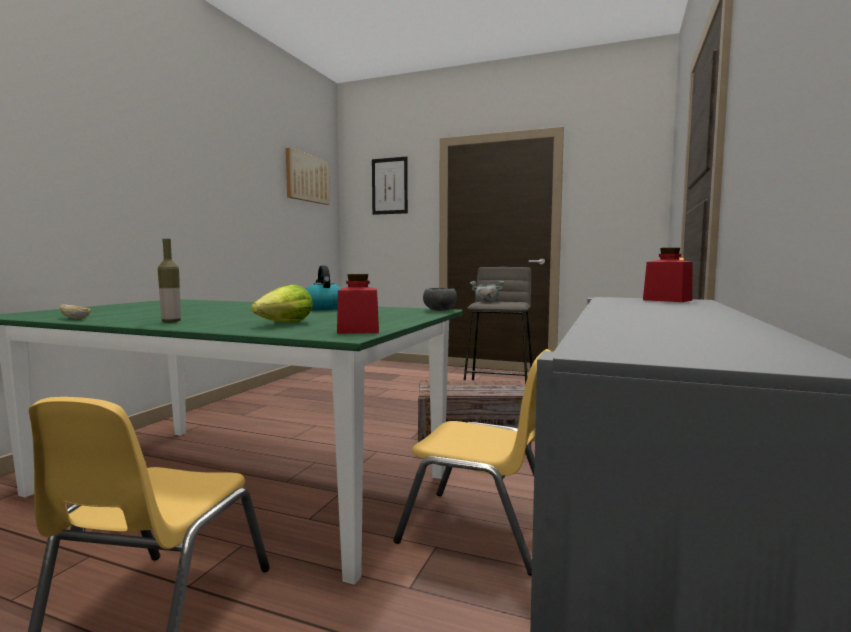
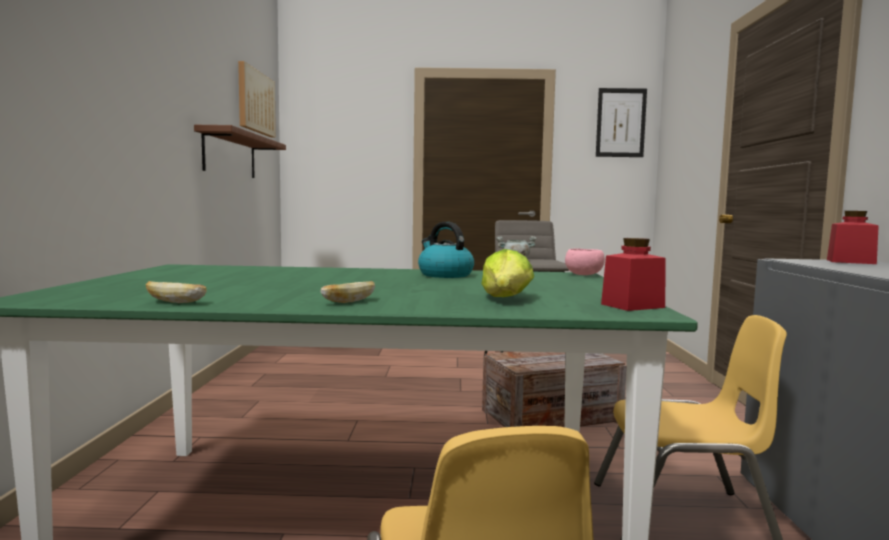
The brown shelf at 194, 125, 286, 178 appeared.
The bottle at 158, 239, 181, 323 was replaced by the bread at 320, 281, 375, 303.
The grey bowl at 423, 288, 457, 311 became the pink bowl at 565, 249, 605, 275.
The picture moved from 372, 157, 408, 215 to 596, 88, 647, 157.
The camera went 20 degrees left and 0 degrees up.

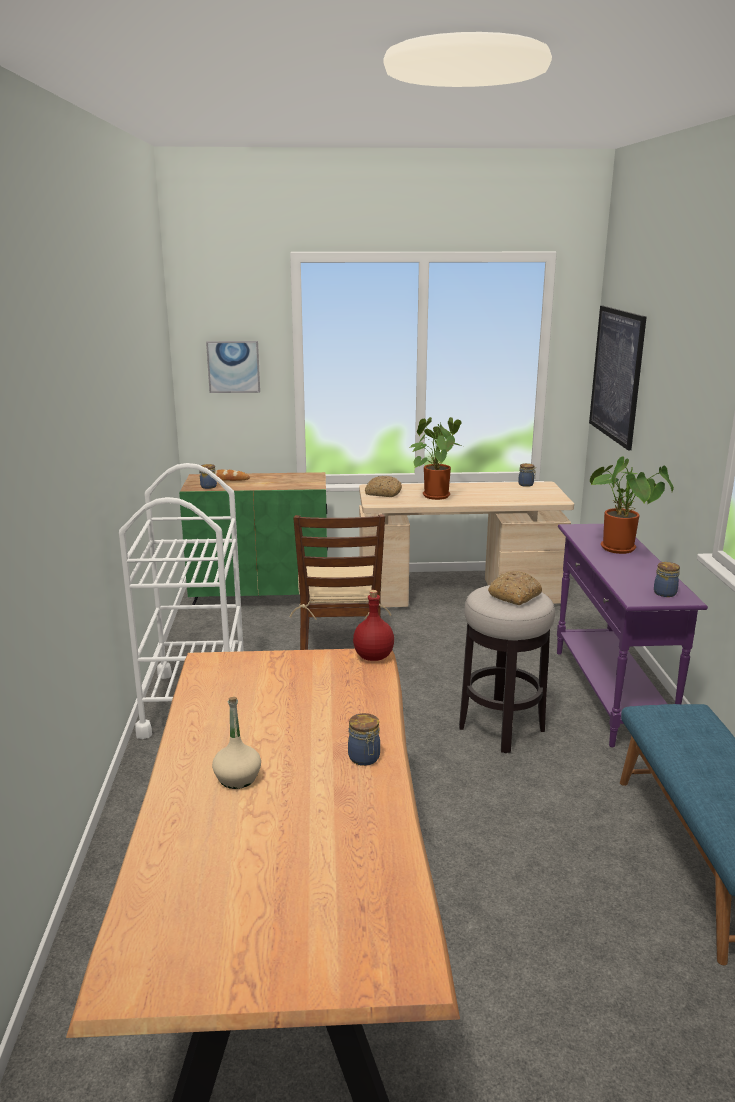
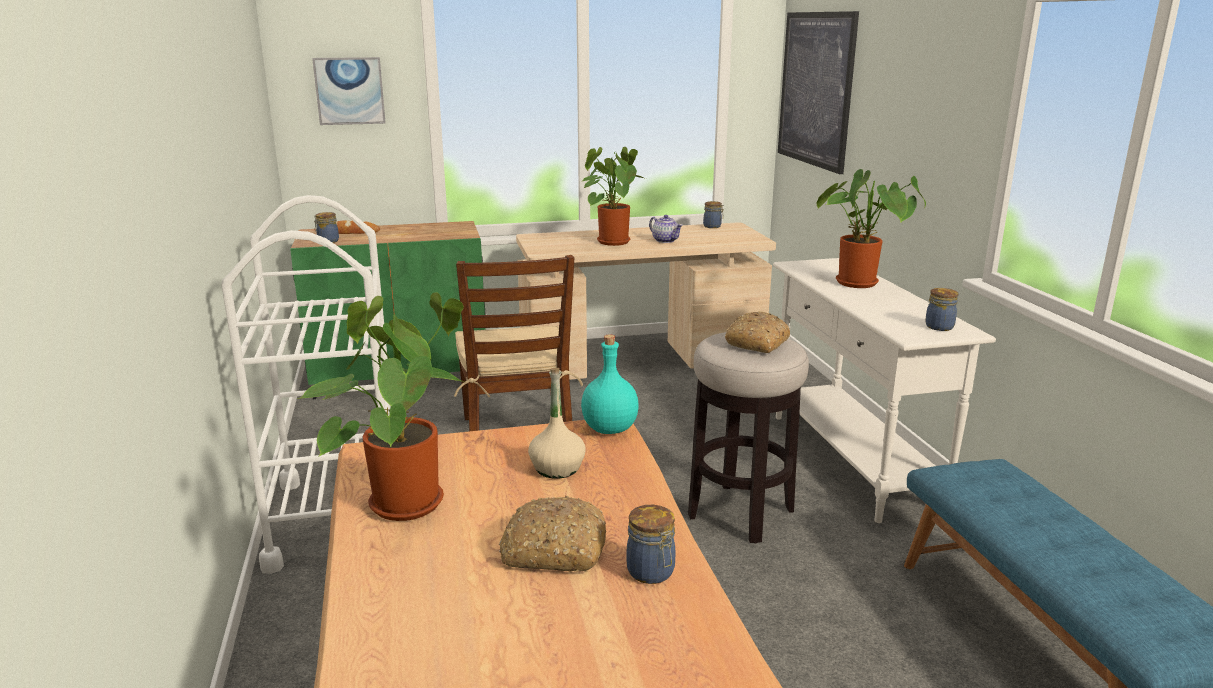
The potted plant at 297, 292, 465, 521 appeared.
The bread moved from 365, 476, 402, 497 to 499, 496, 606, 572.
The beige bottle moved from 212, 697, 261, 789 to 528, 368, 586, 479.
The red bottle at 353, 590, 394, 661 became the turquoise bottle at 581, 334, 639, 434.
The teapot at 649, 215, 683, 243 appeared.
The purple console table at 557, 524, 708, 747 became the white console table at 773, 258, 996, 523.
The camera went 10 degrees left and 0 degrees up.

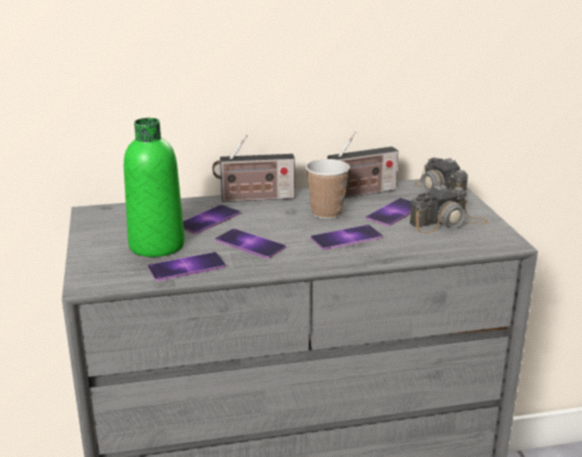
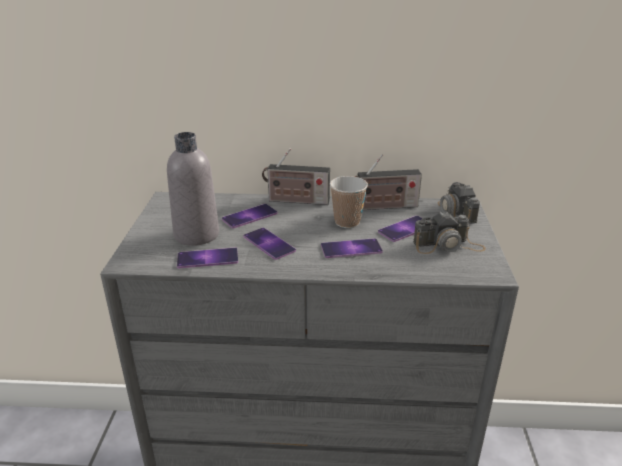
The green bottle at 124, 118, 185, 257 became the grey bottle at 167, 132, 219, 246.
The camera went 15 degrees right and 5 degrees up.

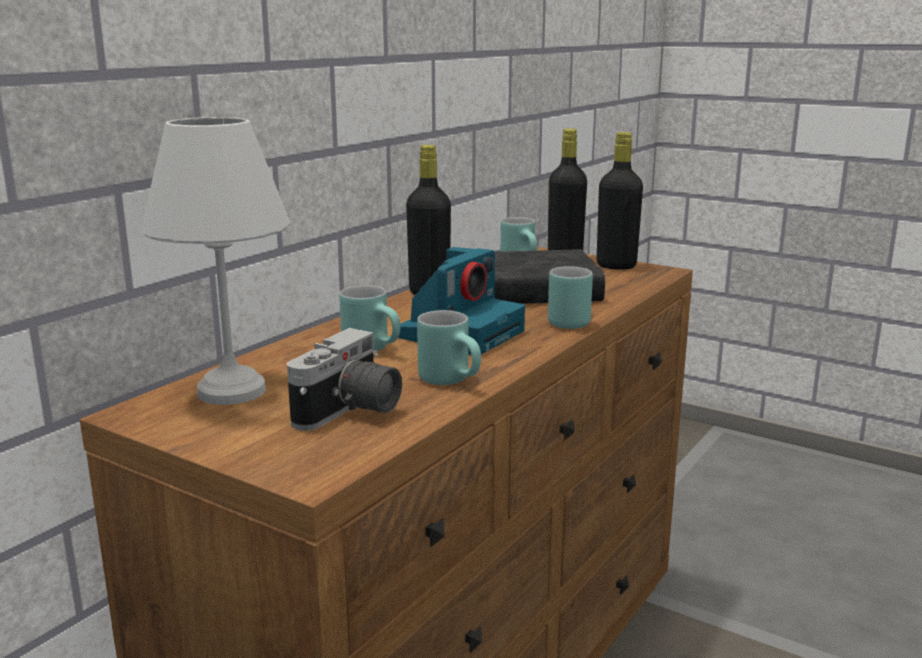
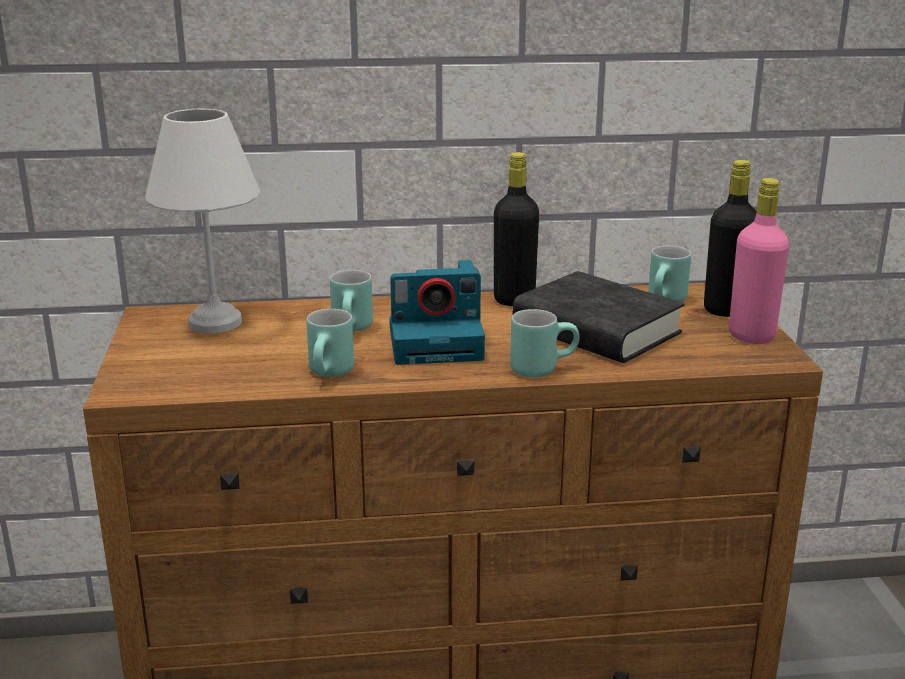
The black bottle at 597, 132, 643, 270 became the pink bottle at 729, 178, 789, 344.
The photo camera at 287, 328, 402, 431 disappeared.
The camera went 50 degrees right and 5 degrees up.

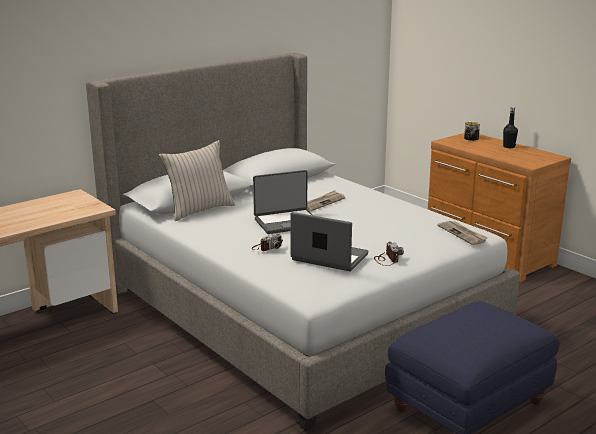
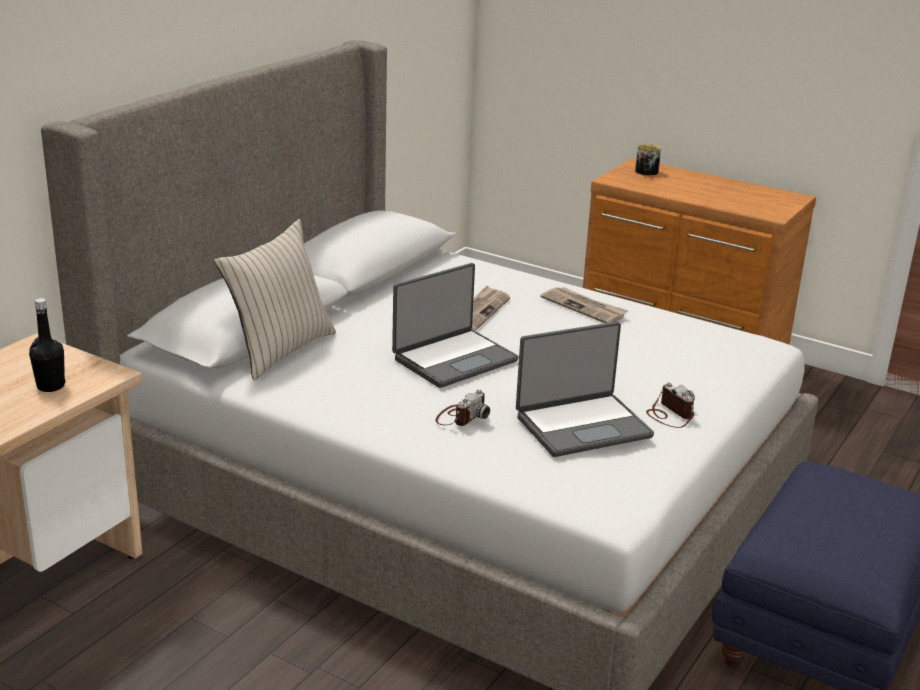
The black bottle moved from 503, 107, 518, 148 to 29, 298, 65, 392.
The laptop at 290, 212, 368, 272 turned 150 degrees clockwise.
The newspaper moved from 437, 221, 488, 245 to 540, 287, 628, 323.
The camera went 20 degrees left and 5 degrees up.

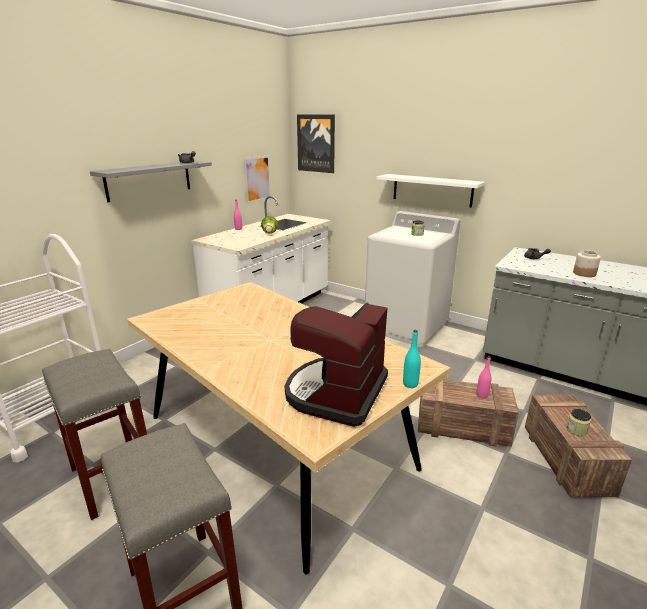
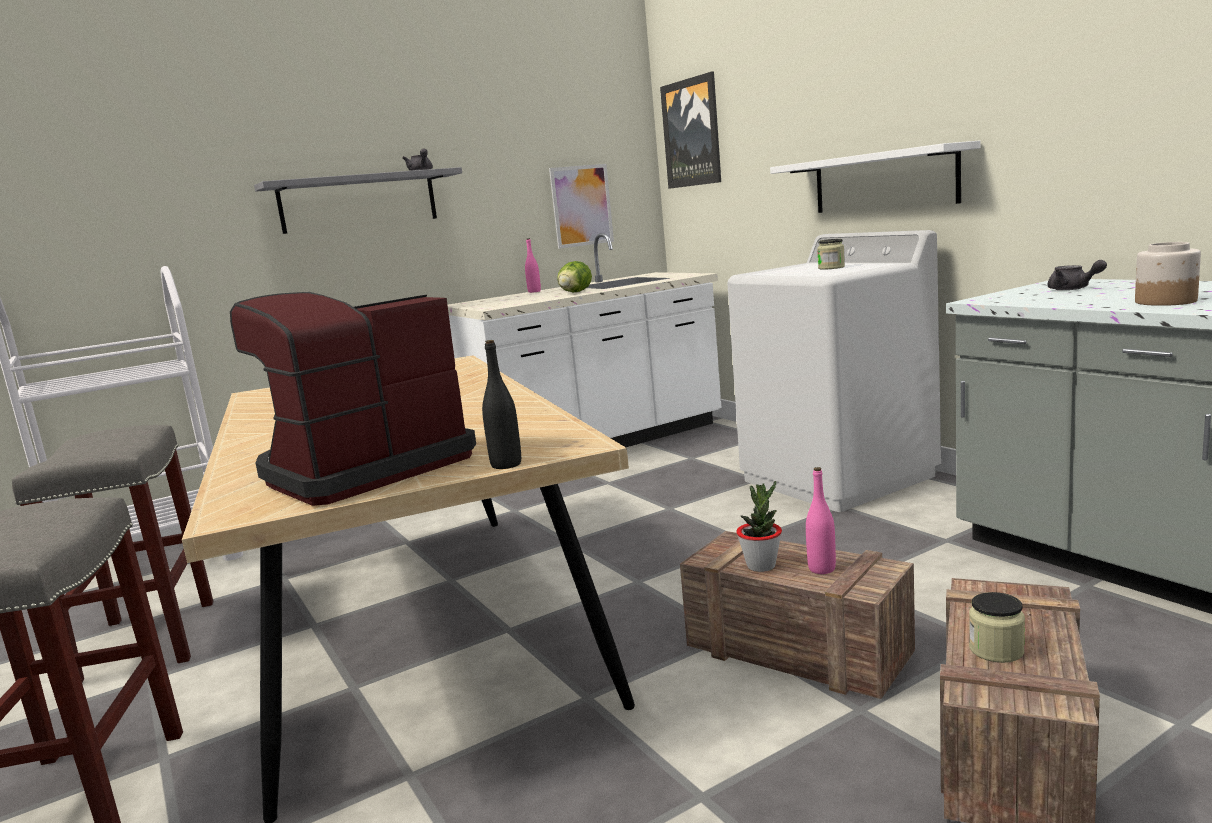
The turquoise bottle at 403, 330, 421, 388 became the black bottle at 482, 340, 521, 469.
The potted plant at 736, 481, 782, 572 appeared.
The camera went 25 degrees right and 10 degrees down.

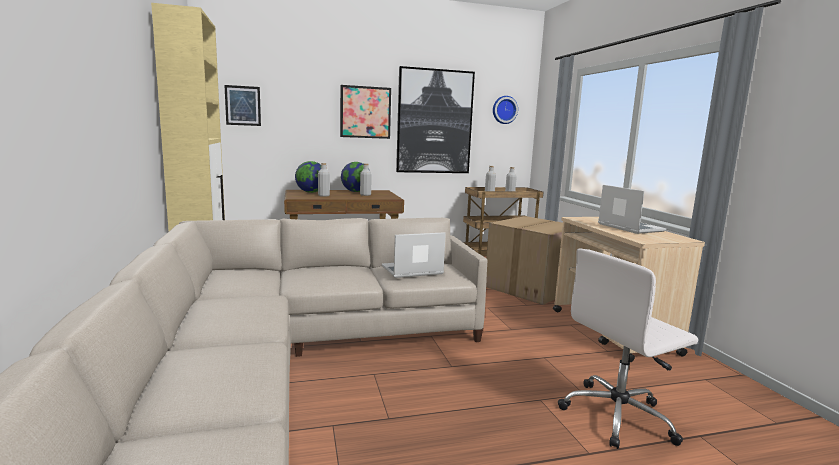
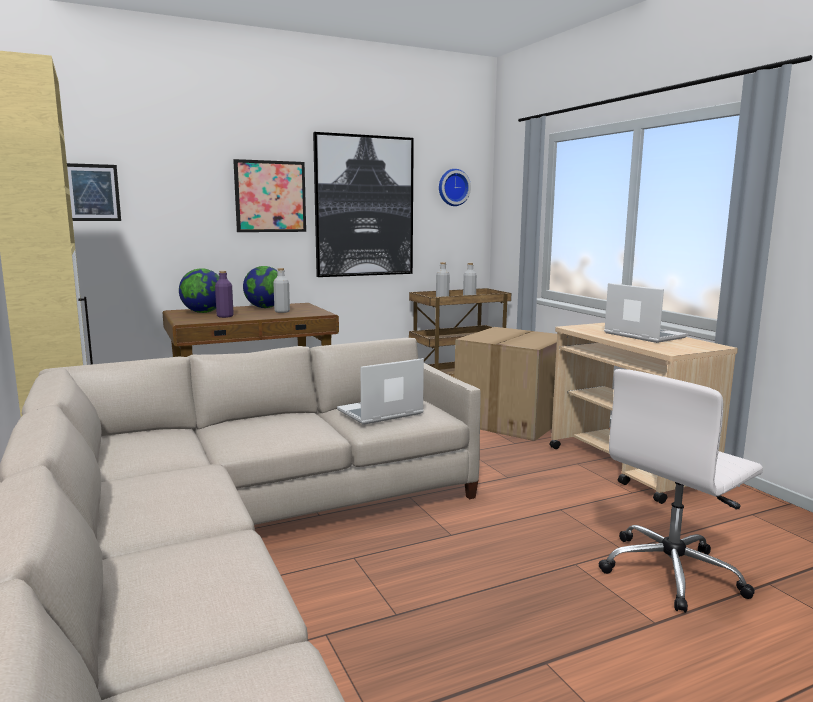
The grey bottle at 318, 163, 330, 197 became the purple bottle at 215, 271, 234, 318.
The camera went 10 degrees left and 0 degrees up.

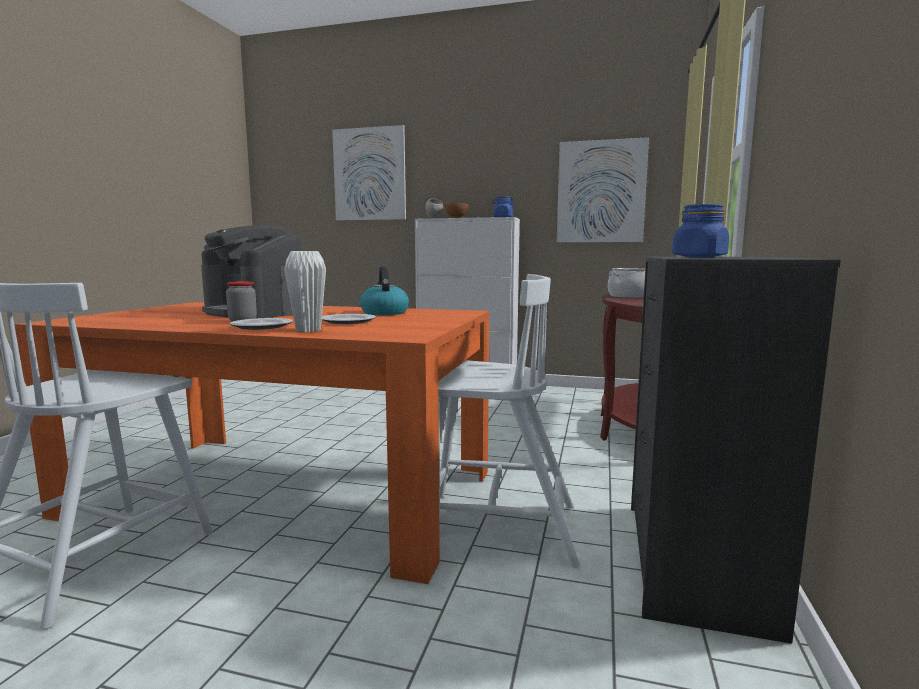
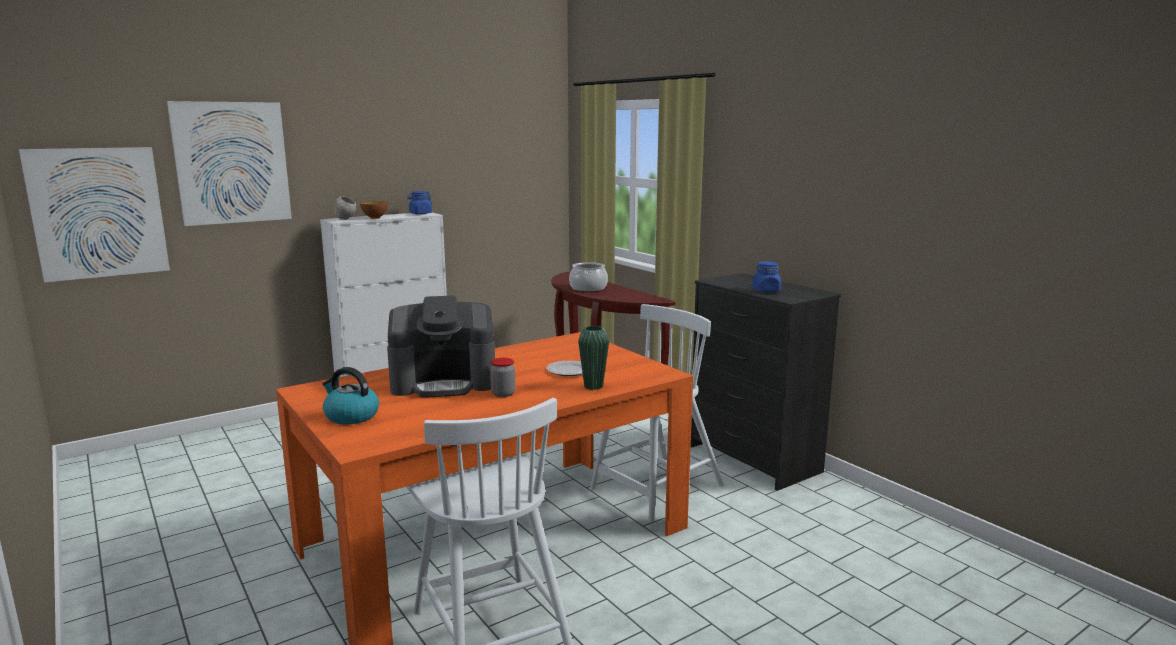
The picture moved from 557, 137, 649, 242 to 19, 147, 170, 283.
The kettle moved from 360, 266, 409, 315 to 322, 367, 379, 425.
The white vase at 284, 251, 326, 332 became the green vase at 578, 326, 609, 390.
The plate at 230, 318, 293, 330 disappeared.
The camera went 50 degrees left and 5 degrees up.

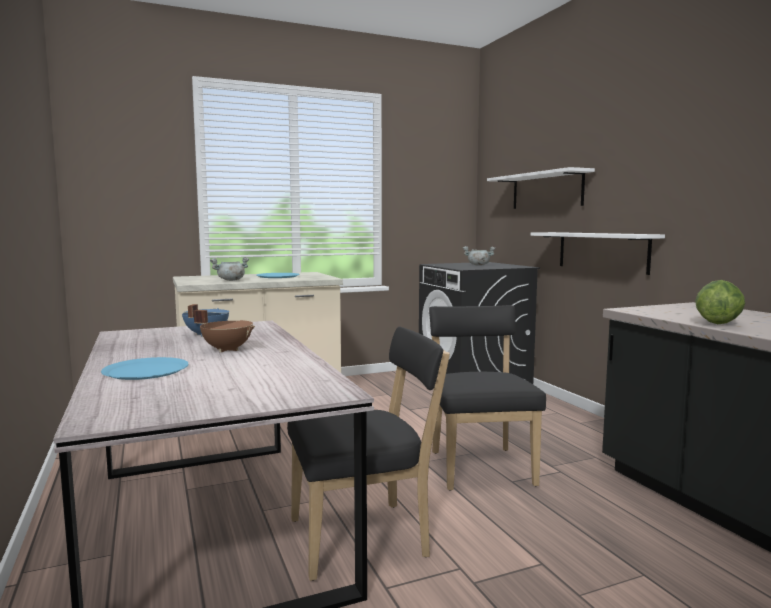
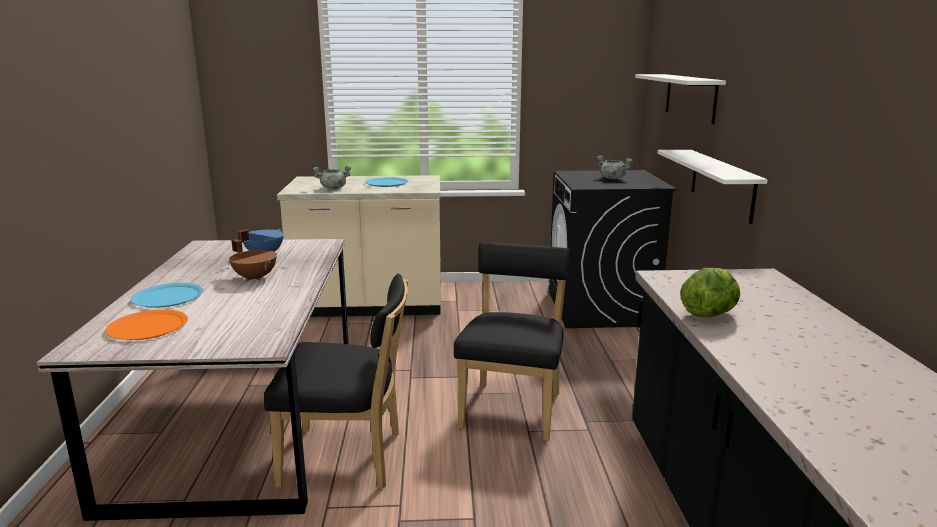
The orange plate at 105, 309, 188, 340 appeared.
The camera went 20 degrees right and 10 degrees up.

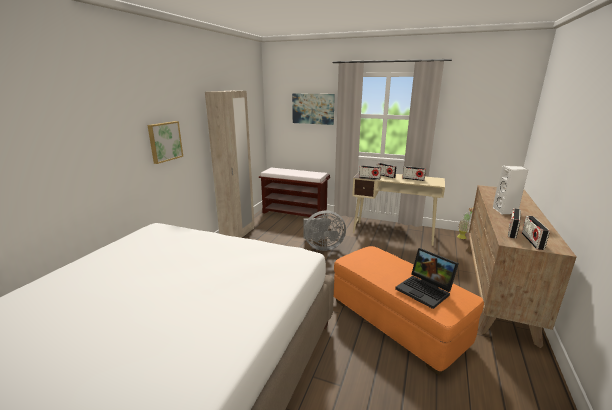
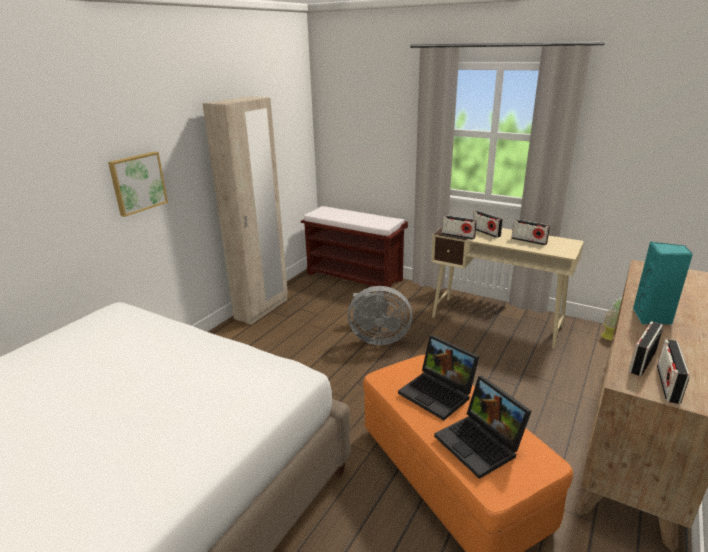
The laptop at 398, 335, 479, 421 appeared.
The white speaker at 493, 165, 529, 215 became the turquoise speaker at 633, 242, 693, 324.
The picture at 292, 93, 335, 125 disappeared.
The camera went 10 degrees right and 5 degrees up.

